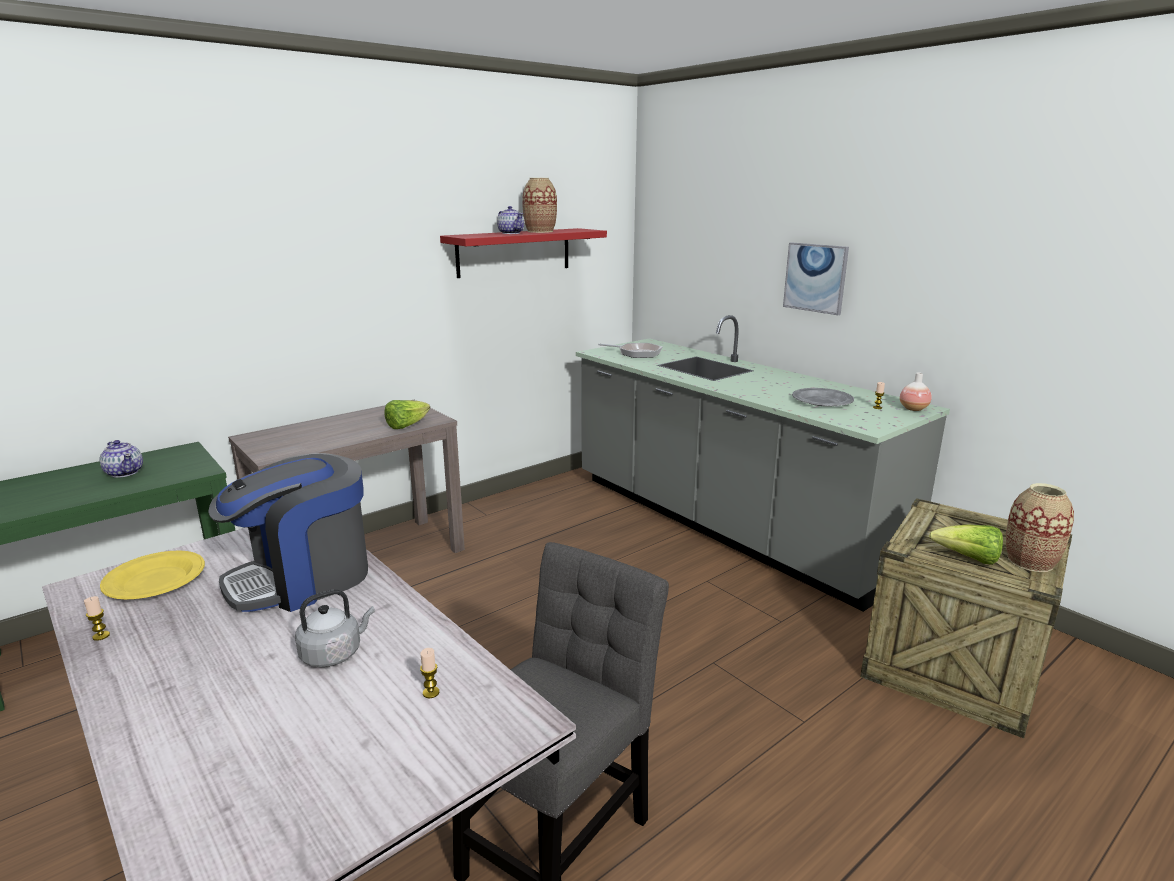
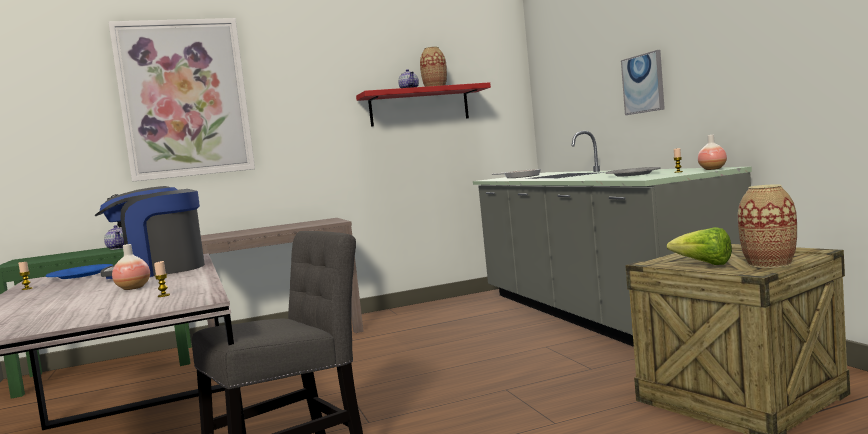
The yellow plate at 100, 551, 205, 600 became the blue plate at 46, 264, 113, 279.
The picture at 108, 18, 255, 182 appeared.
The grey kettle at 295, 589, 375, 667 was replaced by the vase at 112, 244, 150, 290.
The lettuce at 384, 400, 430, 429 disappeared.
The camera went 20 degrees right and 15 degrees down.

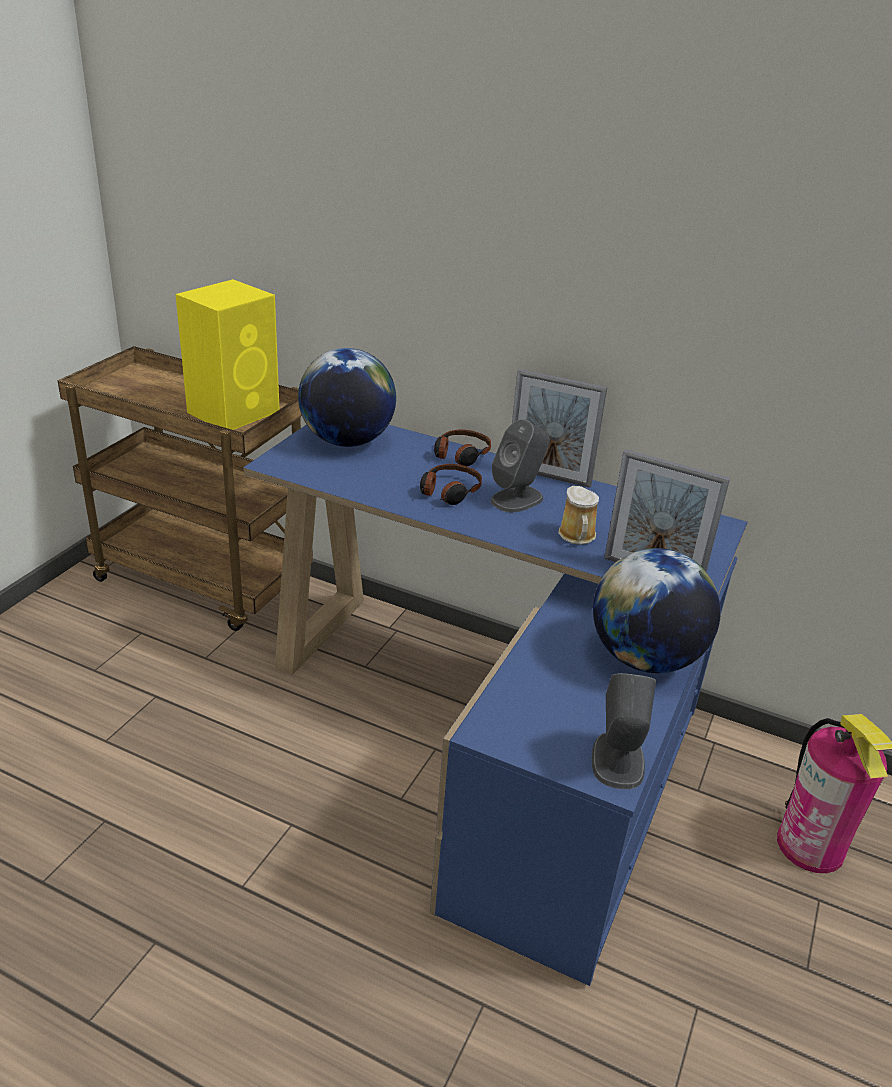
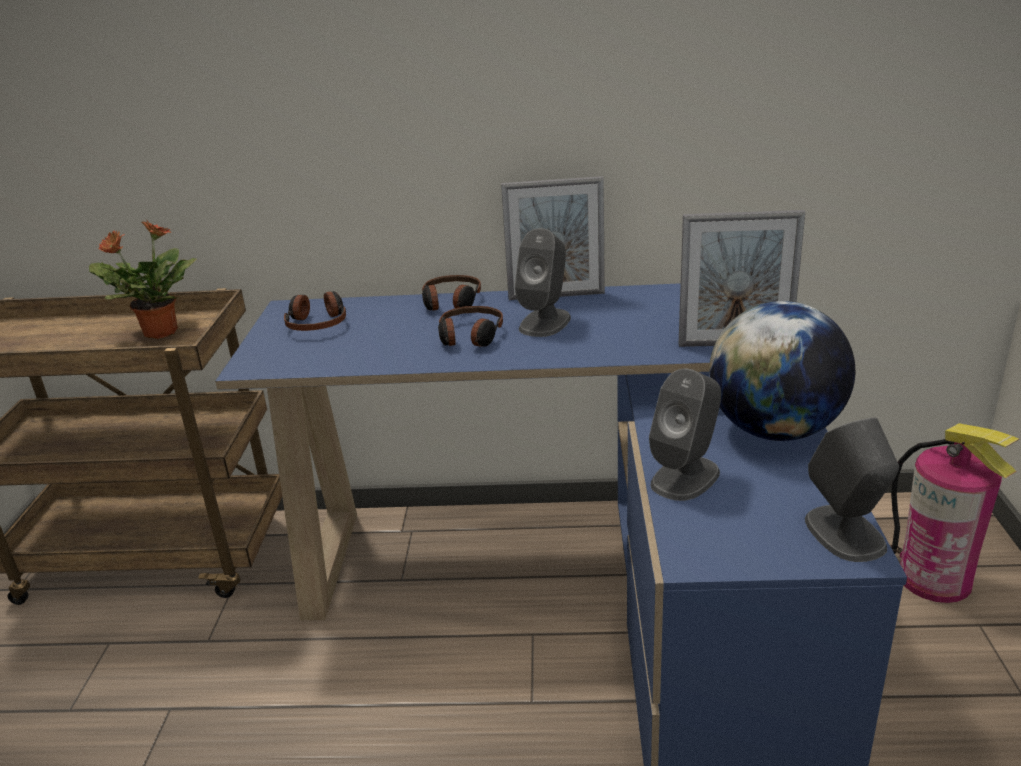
The yellow speaker at 175, 279, 280, 430 was replaced by the potted plant at 89, 220, 196, 339.
The globe at 298, 348, 396, 447 was replaced by the headphones at 284, 291, 346, 331.
The grey speaker at 649, 368, 721, 501 appeared.
The mug at 558, 486, 599, 545 disappeared.
The camera went 20 degrees left and 5 degrees down.

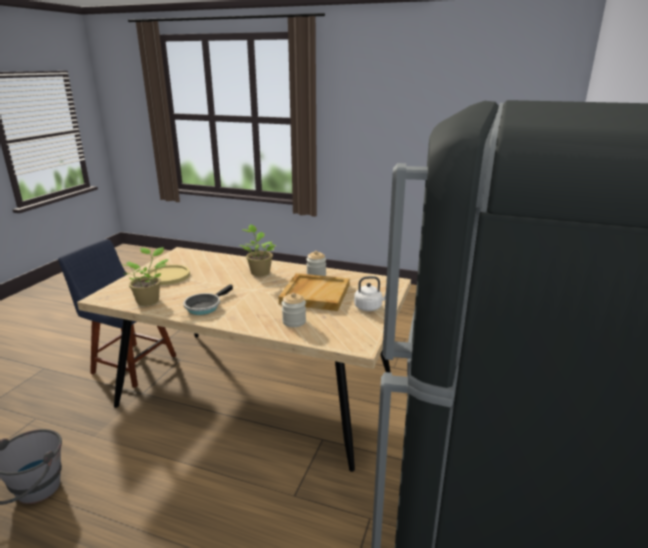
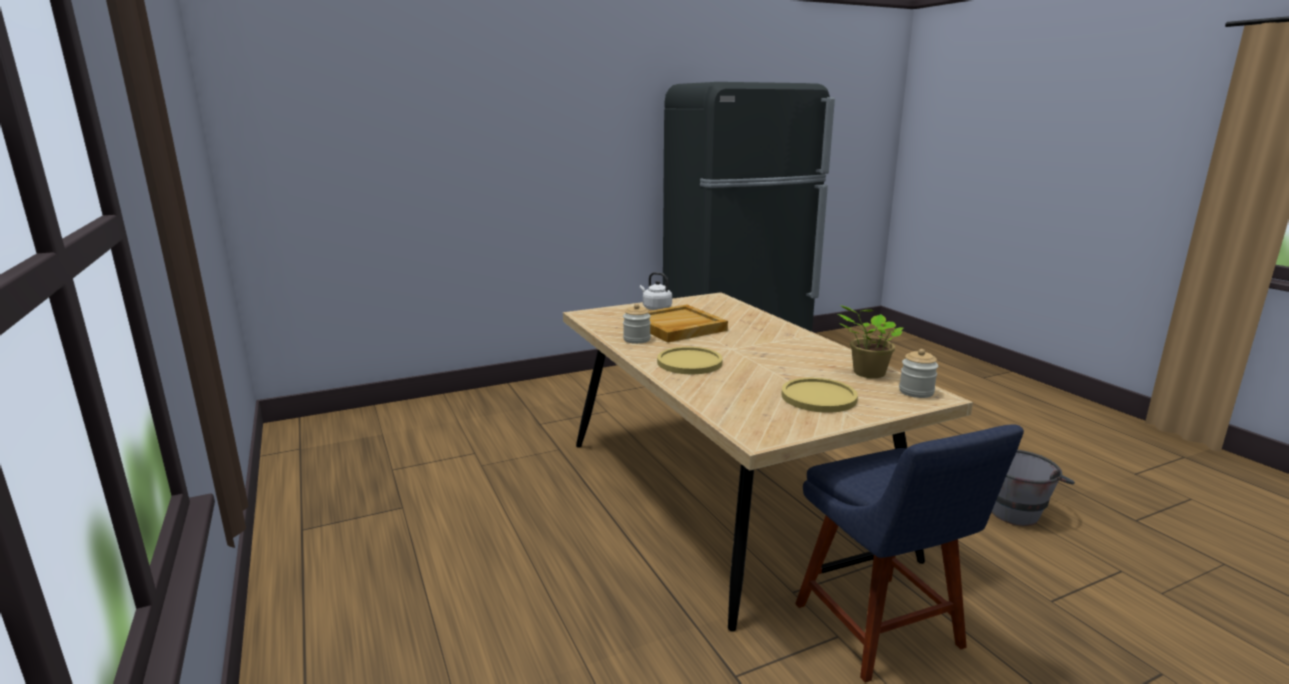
The potted plant at 239, 224, 277, 276 was replaced by the yellow plate at 657, 347, 723, 374.
The jar moved from 282, 293, 306, 327 to 899, 349, 938, 398.
The frying pan at 183, 284, 233, 315 disappeared.
The camera went 135 degrees left and 5 degrees down.

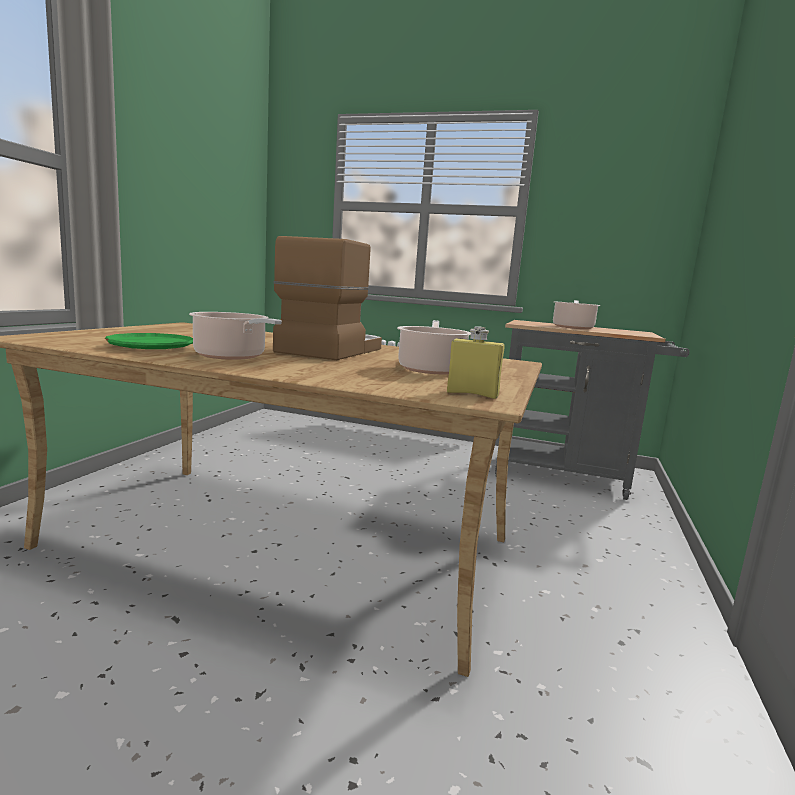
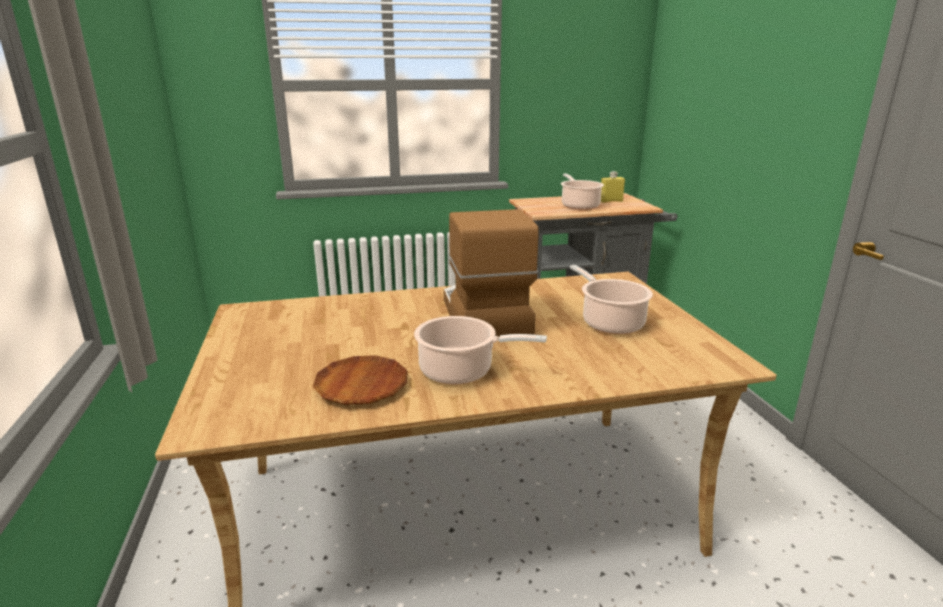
The green plate at 105, 333, 193, 349 became the brown plate at 313, 355, 407, 405.
The yellow bottle moved from 447, 326, 504, 399 to 601, 171, 625, 203.
The camera went 30 degrees left and 10 degrees up.

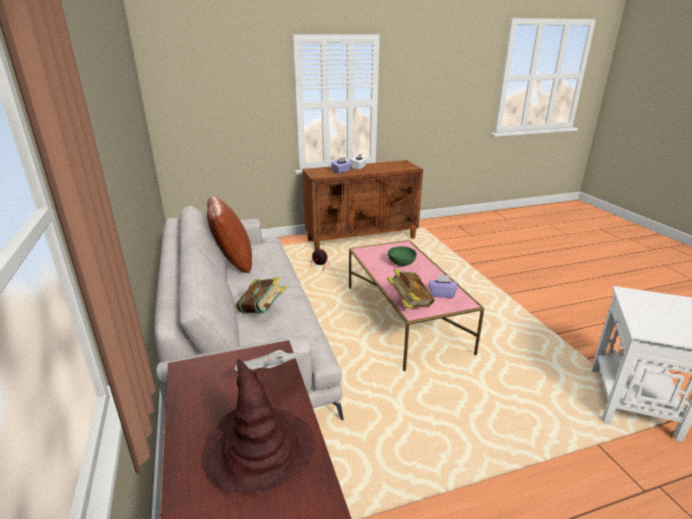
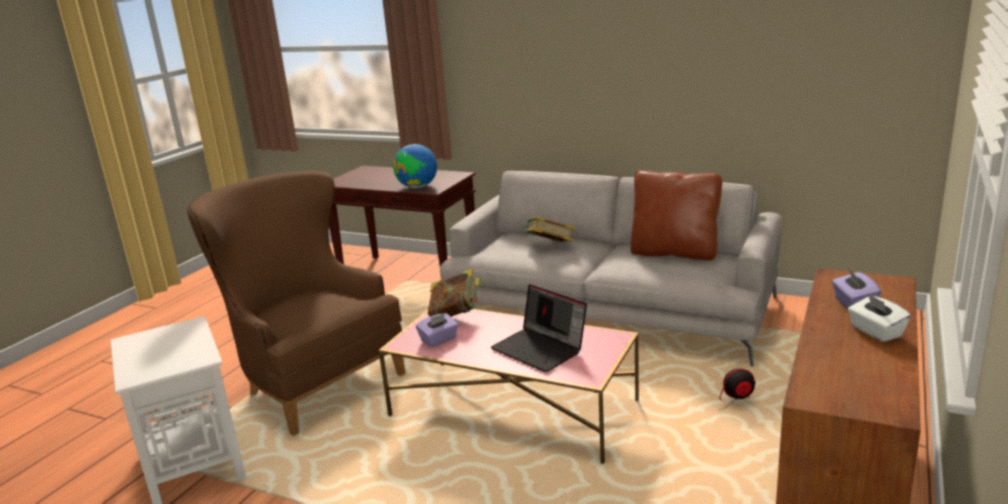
The brown armchair at 187, 171, 405, 436 appeared.
The newspaper at 234, 350, 307, 371 was replaced by the globe at 393, 144, 437, 188.
The green bowl at 388, 246, 417, 266 was replaced by the laptop at 491, 284, 587, 372.
The brown hat at 205, 359, 314, 494 disappeared.
The camera went 135 degrees right and 5 degrees down.

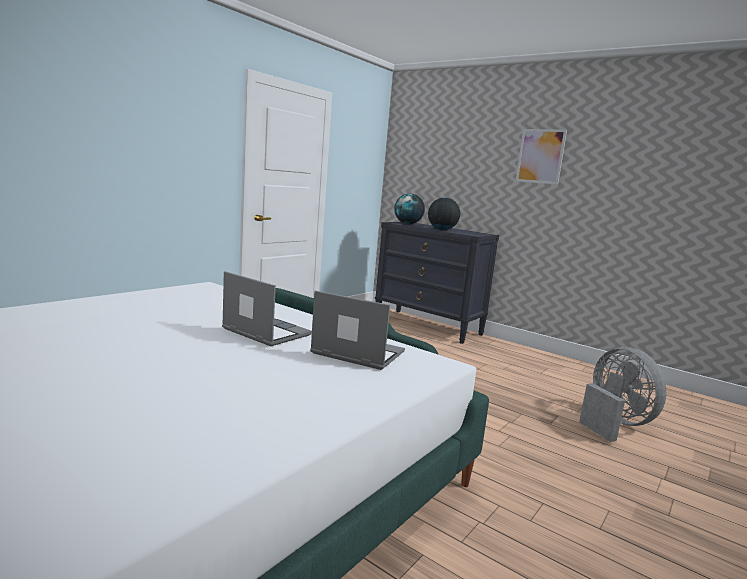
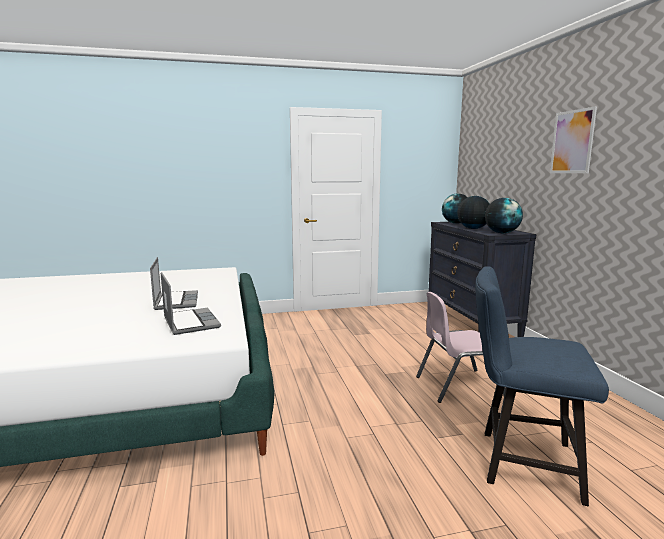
The pink chair at 416, 292, 506, 403 appeared.
The grey fan at 579, 347, 666, 442 was replaced by the blue chair at 475, 266, 609, 506.
The globe at 485, 198, 523, 233 appeared.
The camera went 40 degrees right and 0 degrees up.

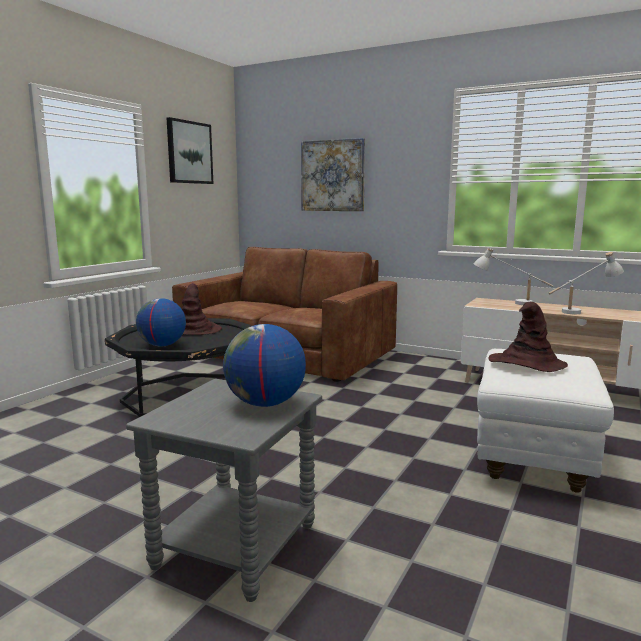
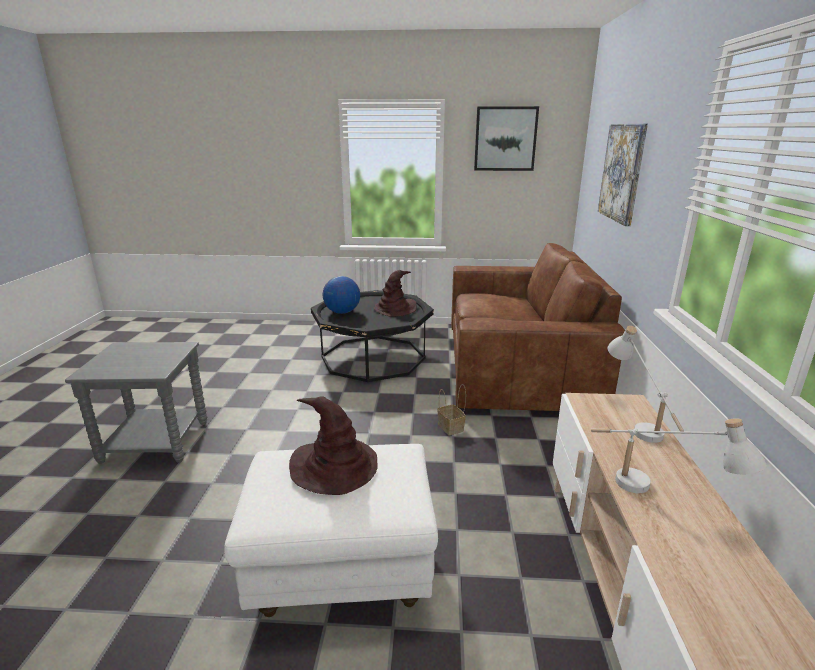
The basket at 437, 384, 466, 435 appeared.
The globe at 223, 324, 306, 407 disappeared.
The camera went 65 degrees right and 10 degrees up.

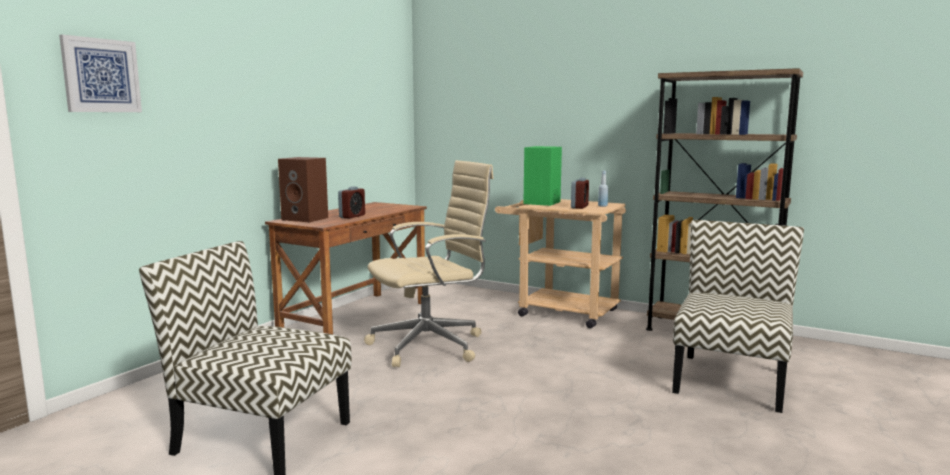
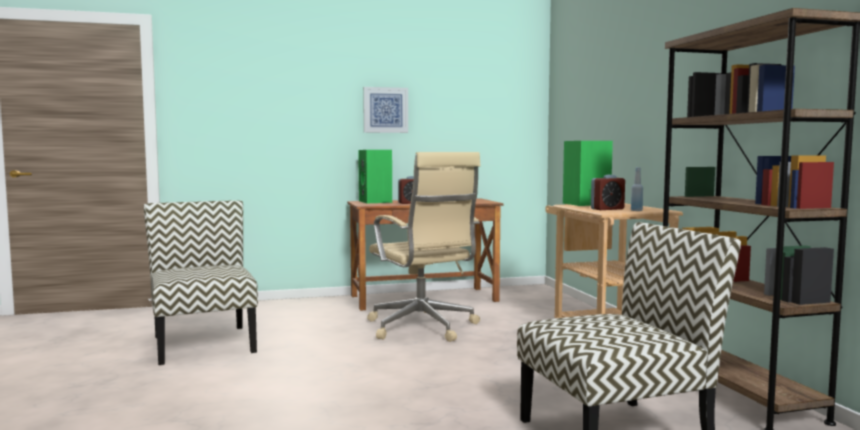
The brown speaker at 278, 157, 328, 222 became the green speaker at 358, 150, 392, 203.
The picture moved from 59, 34, 142, 112 to 363, 87, 408, 133.
The beige office chair at 364, 160, 494, 367 turned 45 degrees clockwise.
The camera went 45 degrees right and 5 degrees down.

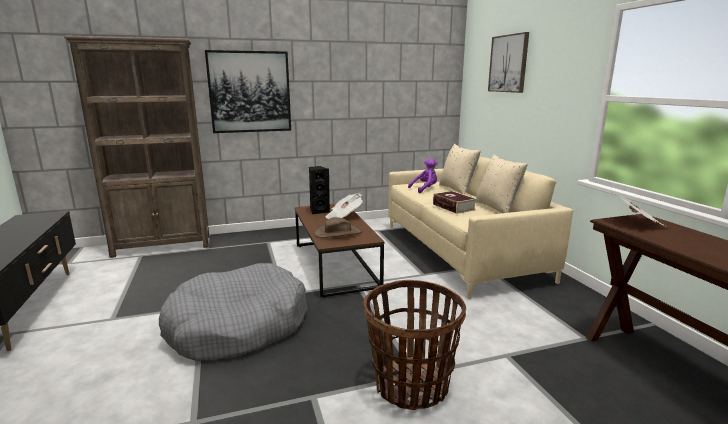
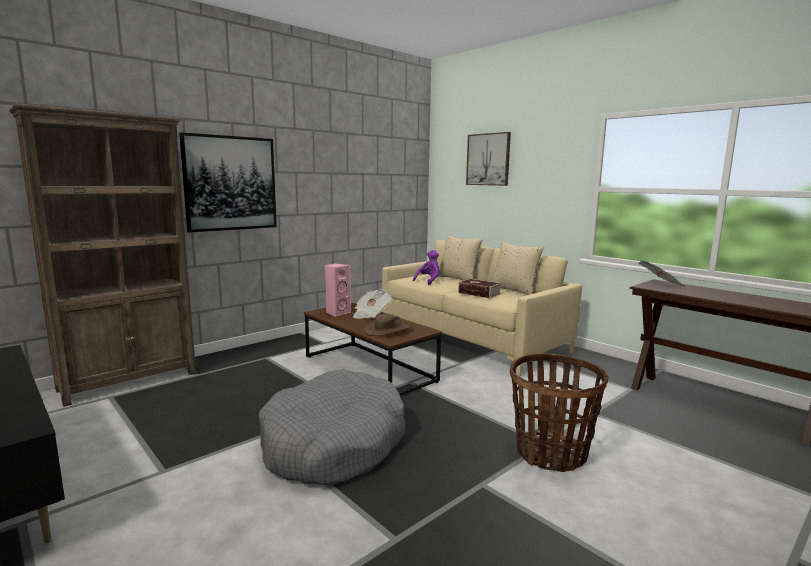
The black speaker at 309, 166, 330, 215 became the pink speaker at 325, 263, 351, 317.
The camera went 25 degrees left and 5 degrees down.

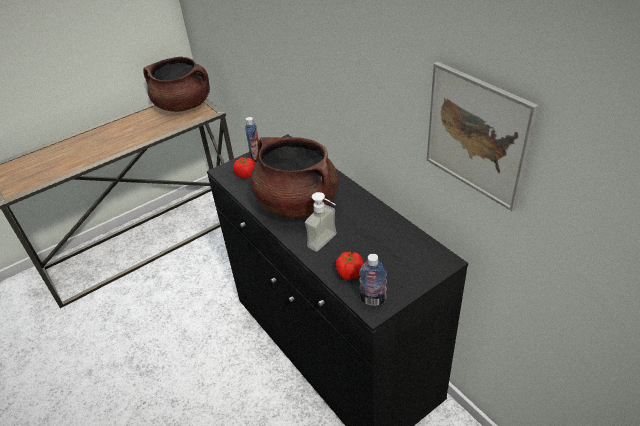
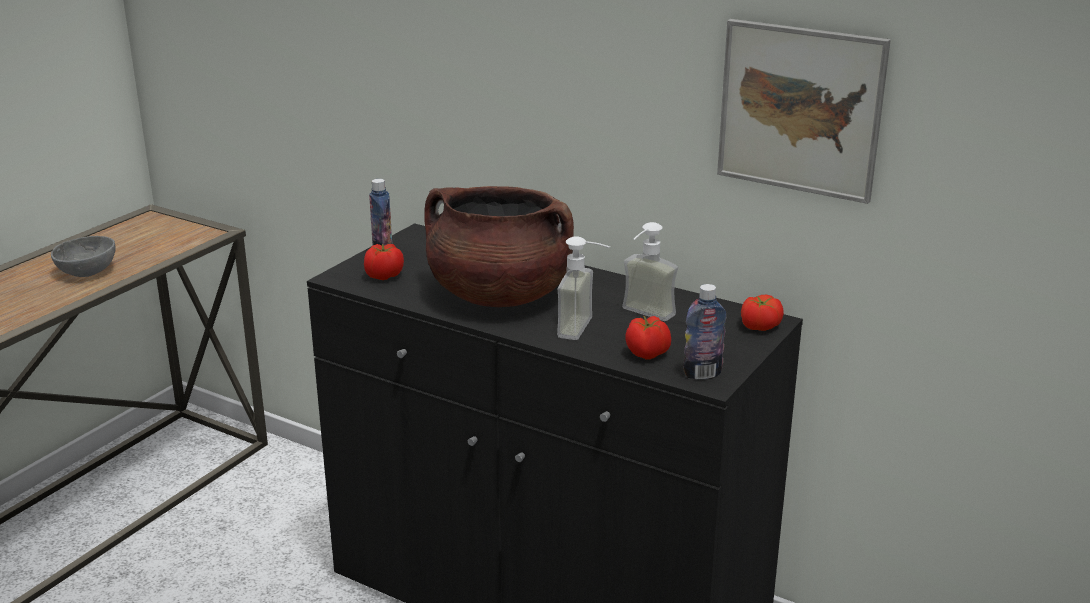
The grey bowl at 51, 236, 116, 277 appeared.
The soap dispenser at 622, 222, 678, 321 appeared.
The tomato at 741, 295, 784, 331 appeared.
The brown cooking pot at 143, 57, 210, 112 disappeared.
The camera went 25 degrees left and 15 degrees down.

